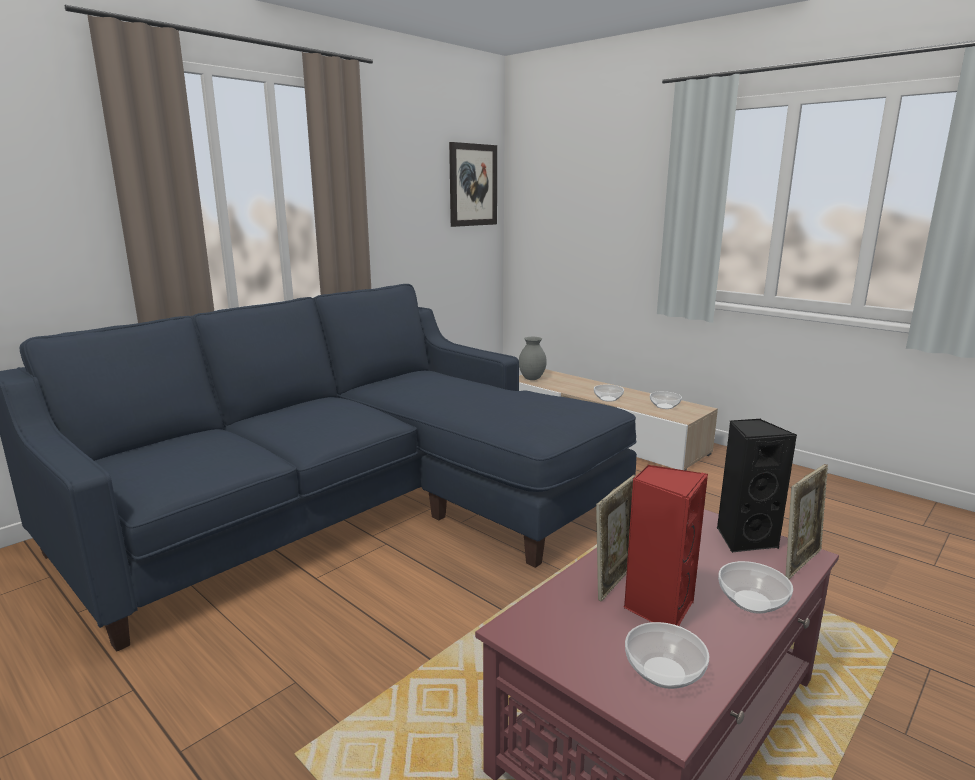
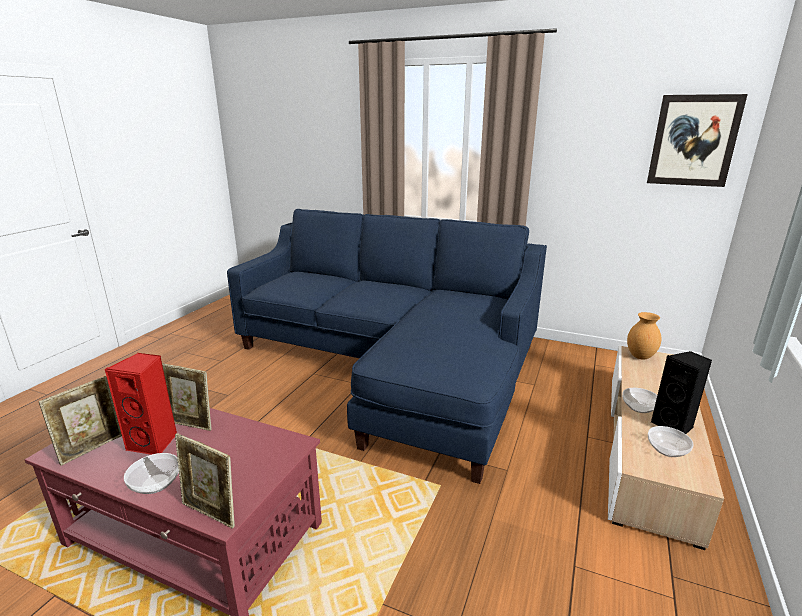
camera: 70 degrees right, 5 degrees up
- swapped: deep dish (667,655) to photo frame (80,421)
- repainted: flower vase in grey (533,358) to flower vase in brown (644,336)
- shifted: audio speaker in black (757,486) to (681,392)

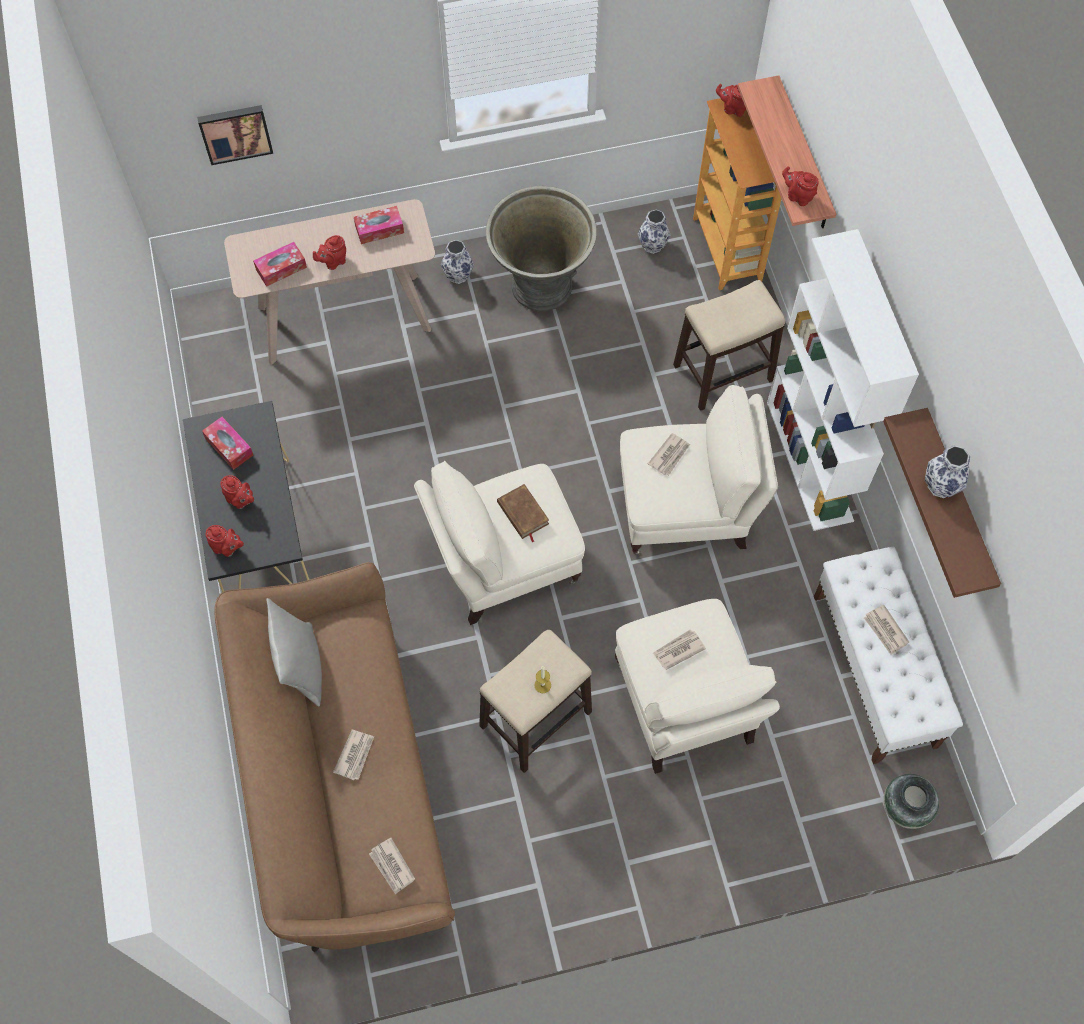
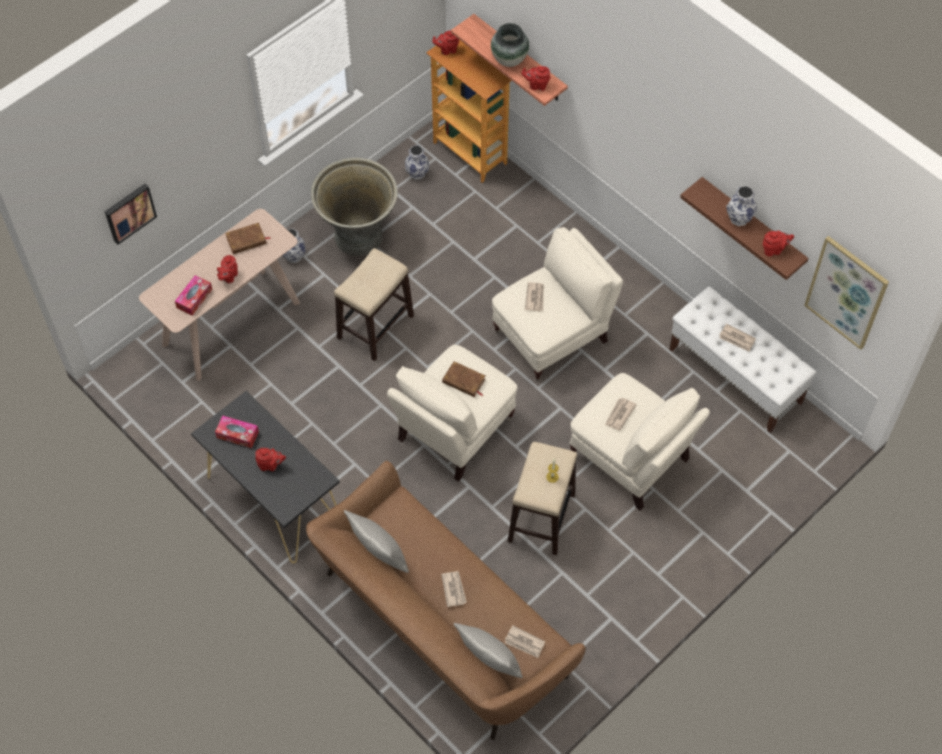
camera: 30 degrees left, 5 degrees down
- swapped: tissue box (379,225) to book in brown (248,238)
- shifted: sitting stool (729,345) to (374,304)
- new: pillow in grey (488,650)
- shifted: flower vase (911,801) to (510,45)
- shifted: teapot in reddish (225,541) to (778,243)
- new: wall art (846,293)
- gone: bookcase in white (843,380)

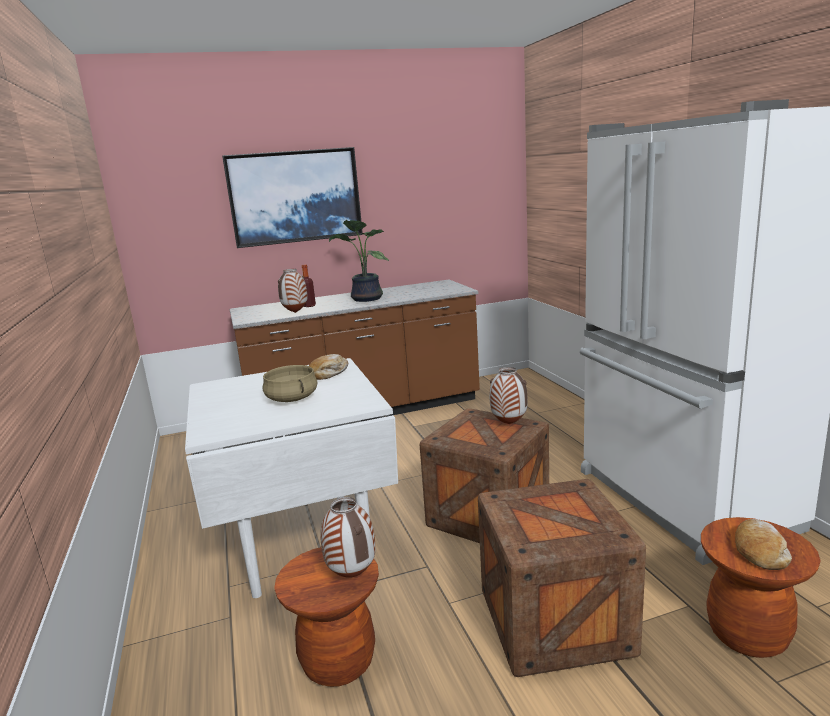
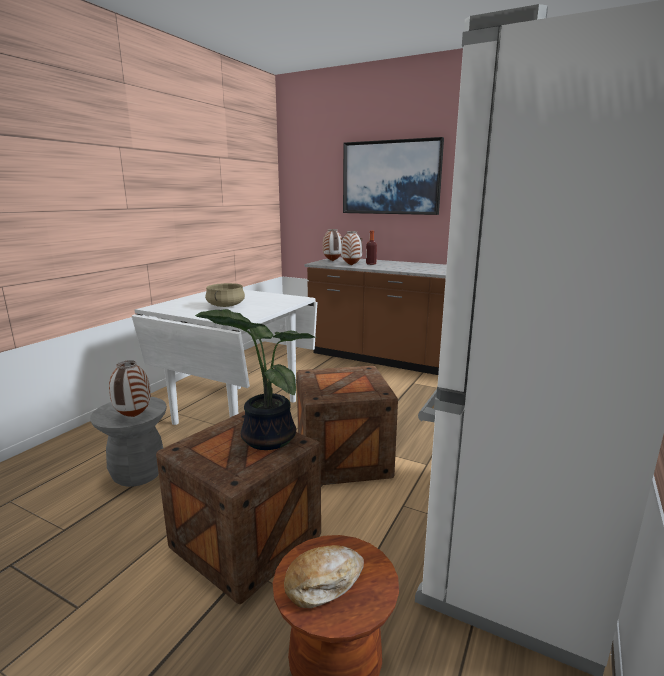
camera: 45 degrees right, 0 degrees up
- repainted: sitting stool in brown (326,617) to sitting stool in grey (128,442)
- shifted: potted plant (359,261) to (256,379)
- shifted: flower vase (508,395) to (332,245)
- gone: bread (328,367)

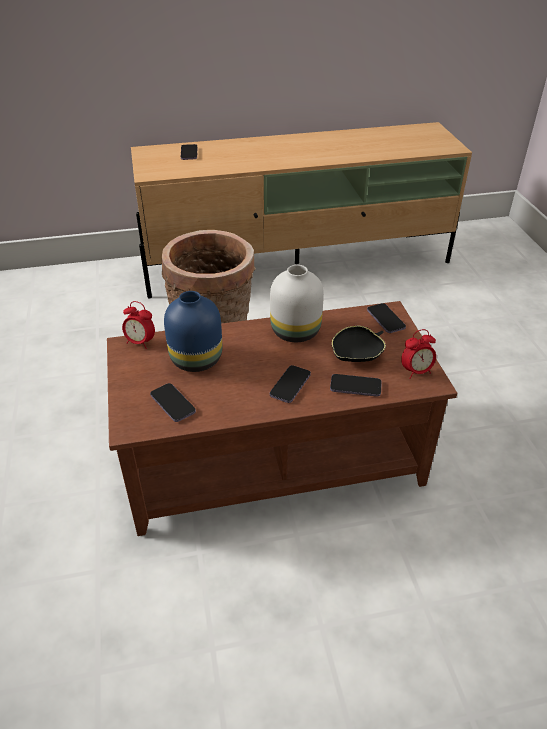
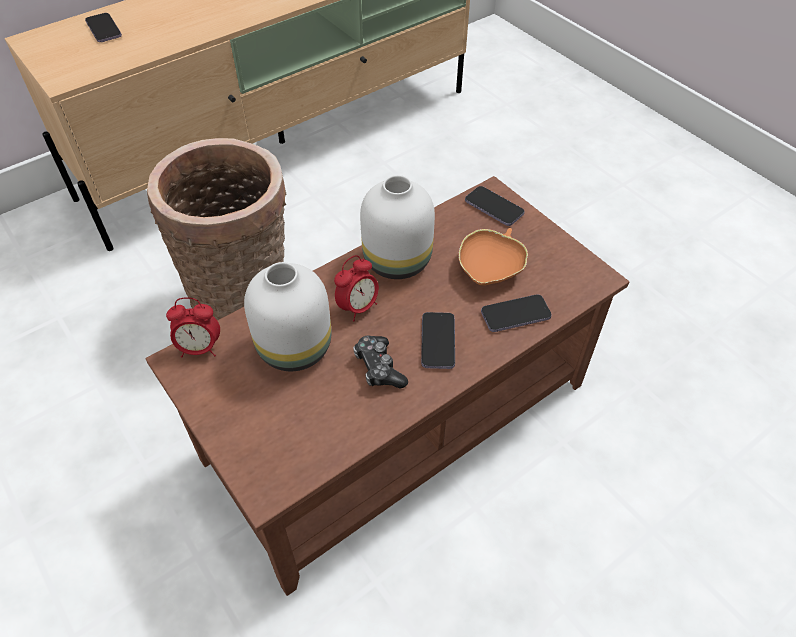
camera: 25 degrees left, 10 degrees up
- repainted: flower vase in bluish (193,331) to flower vase in white (288,316)
- shifted: bedside clock (418,354) to (356,288)
- new: gamepad (380,362)
- repainted: deep dish in black (359,343) to deep dish in orange (493,257)
- gone: telephone (173,402)

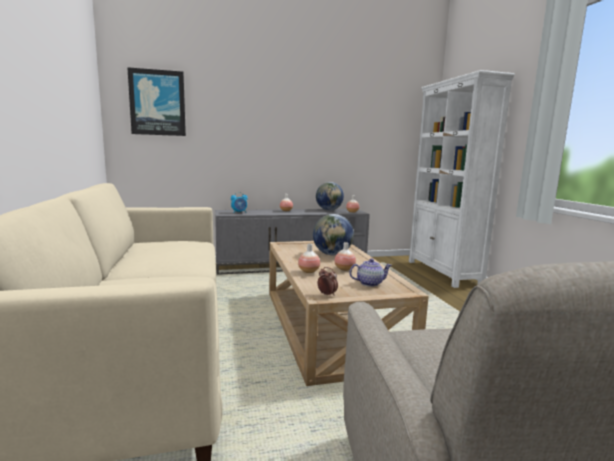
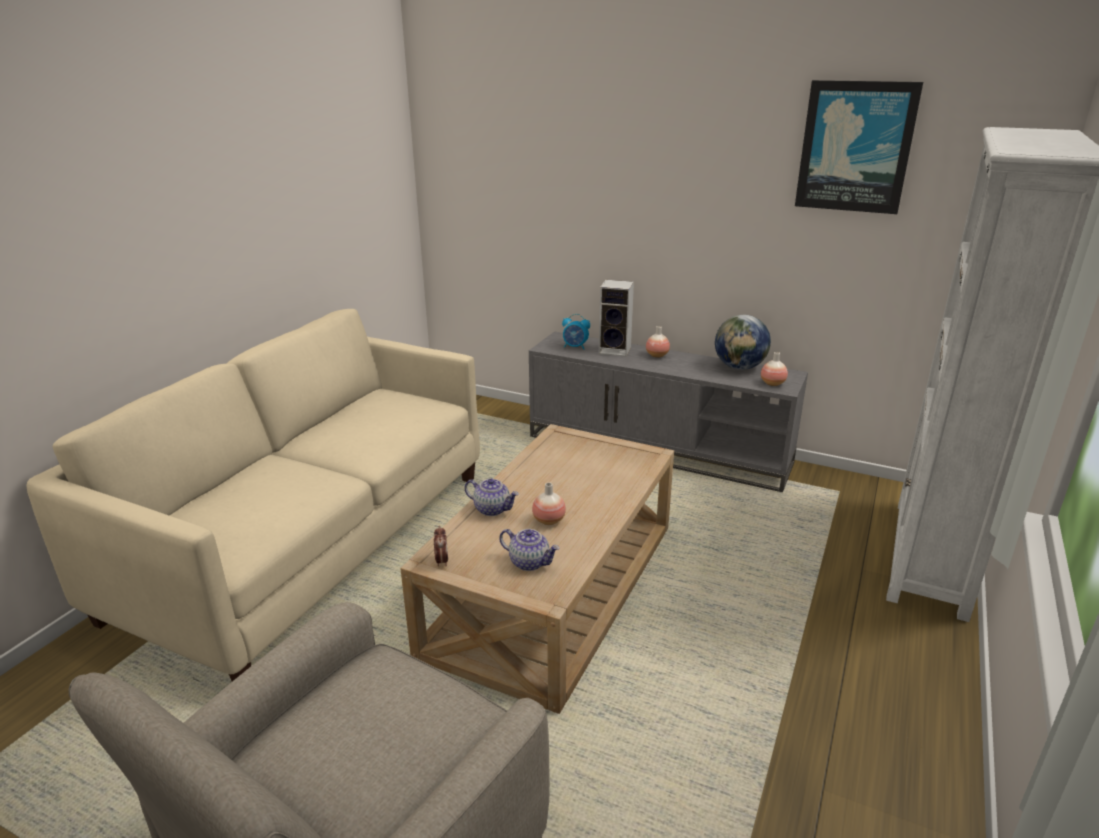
camera: 40 degrees right, 15 degrees up
- swapped: flower vase (309,258) to teapot (491,497)
- new: audio speaker (616,318)
- shifted: wall art (156,101) to (859,147)
- gone: globe (333,234)

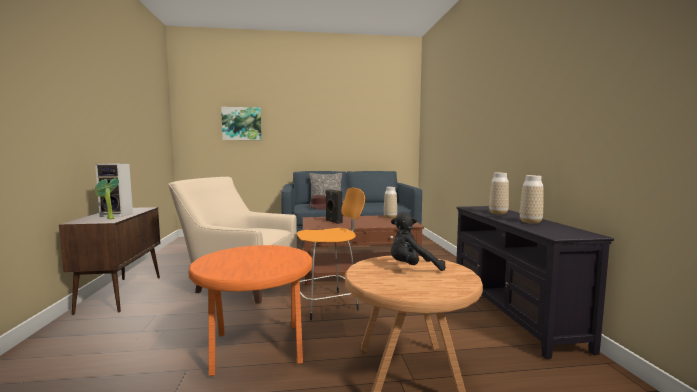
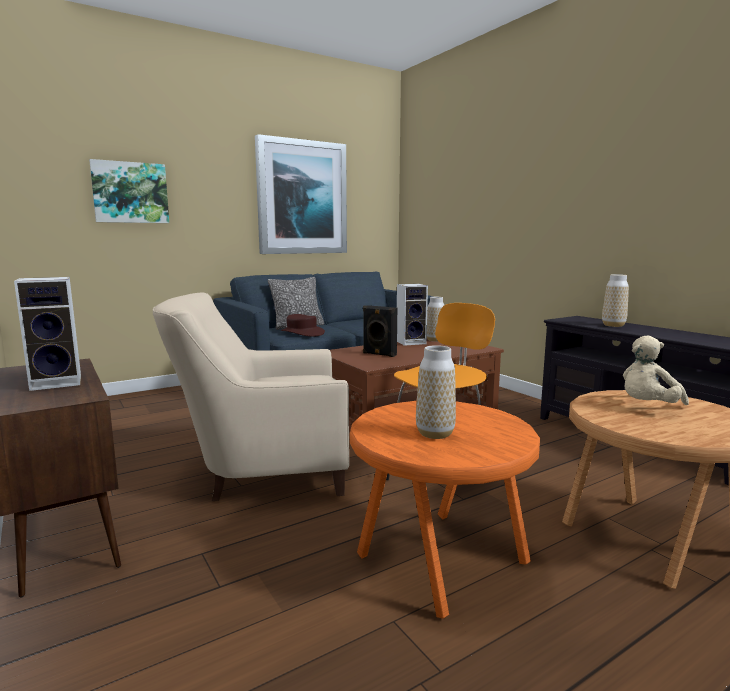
camera: 25 degrees left, 5 degrees up
- new: wall art (301,194)
- new: audio speaker (412,315)
- shifted: flower vase (532,199) to (436,392)
- repainted: cuddly toy in black (418,241) to cuddly toy in sand-coloured (656,370)
- gone: potted plant (107,198)

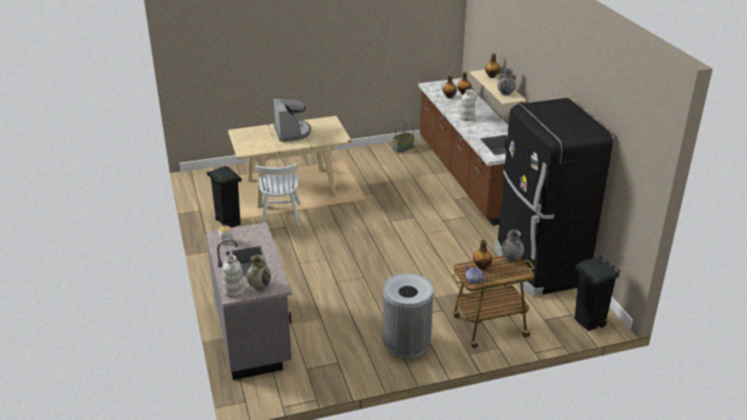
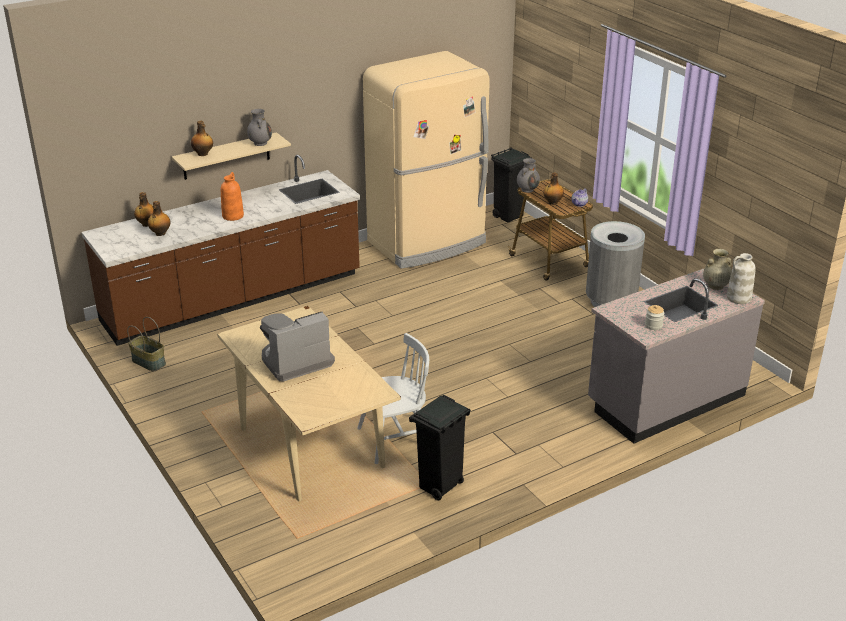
camera: 105 degrees left, 0 degrees up
- repainted: flower vase in white (468,105) to flower vase in orange (232,196)
- repainted: kitchen fridge in black (554,197) to kitchen fridge in sand-coloured (426,159)

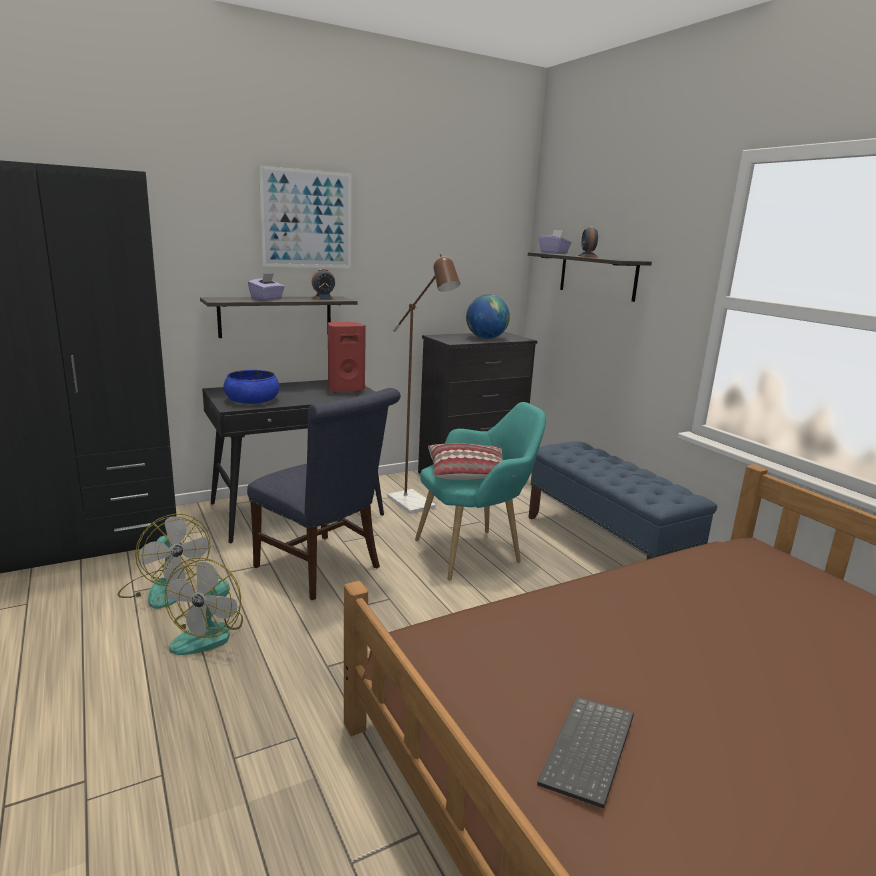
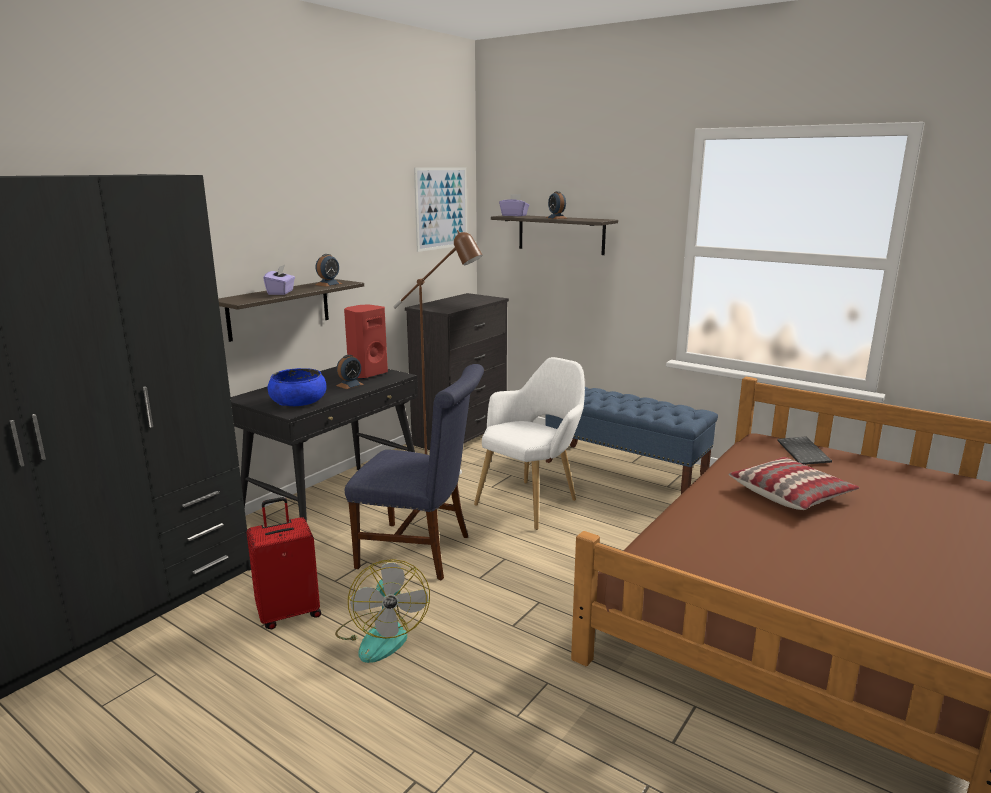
camera: 25 degrees left, 0 degrees up
- swapped: fan (163,561) to travel case in reddish (283,563)
- new: bedside clock (350,372)
- shifted: wall art (305,216) to (440,209)
- repainted: easy chair in turquoise (480,491) to easy chair in white (529,443)
- shifted: pillow (472,461) to (794,483)
- shifted: PC keyboard (585,752) to (804,450)
- gone: globe (488,316)

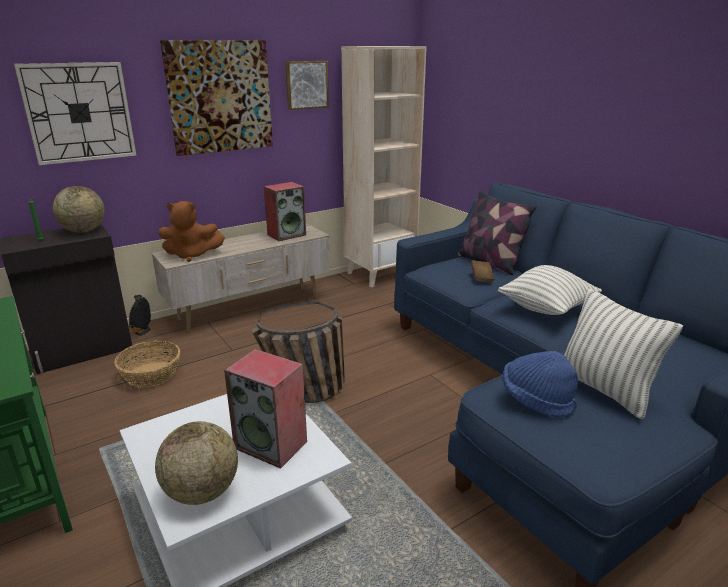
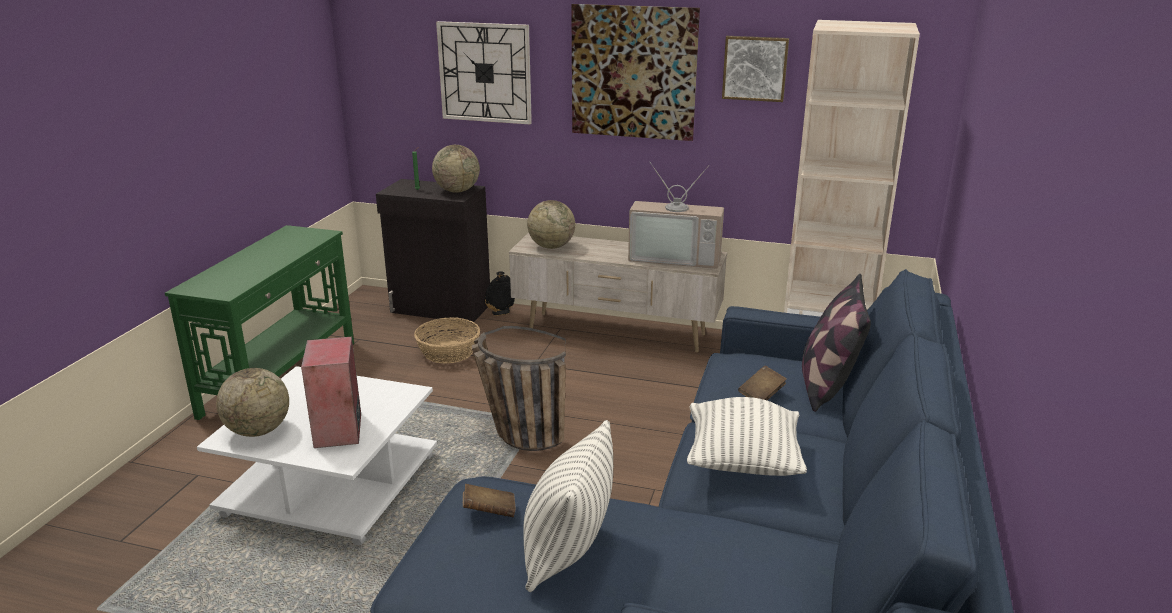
camera: 50 degrees right, 0 degrees up
- swapped: hat in bluish (540,384) to book in brown (489,500)
- swapped: cuddly toy in brown (191,231) to globe (551,224)
- swapped: audio speaker (285,211) to television (676,215)

